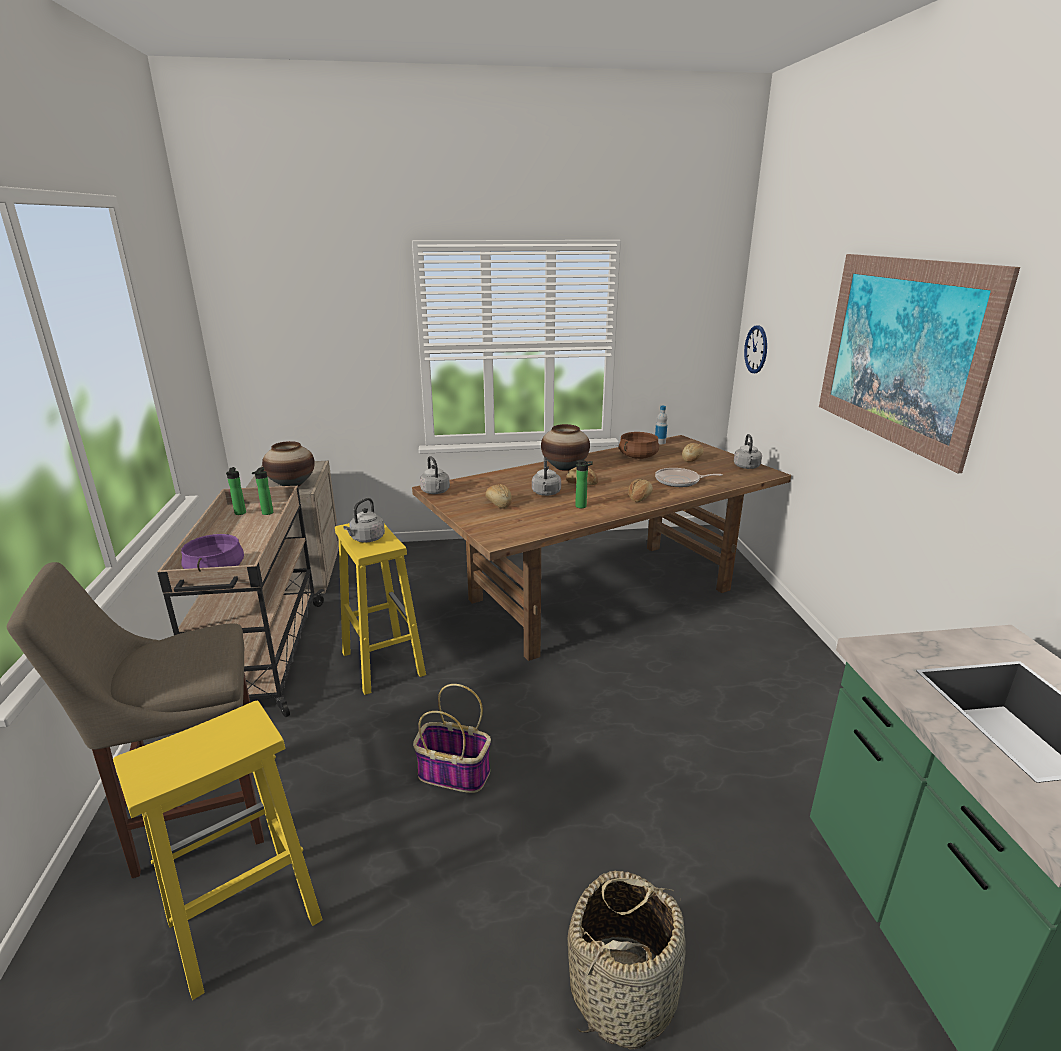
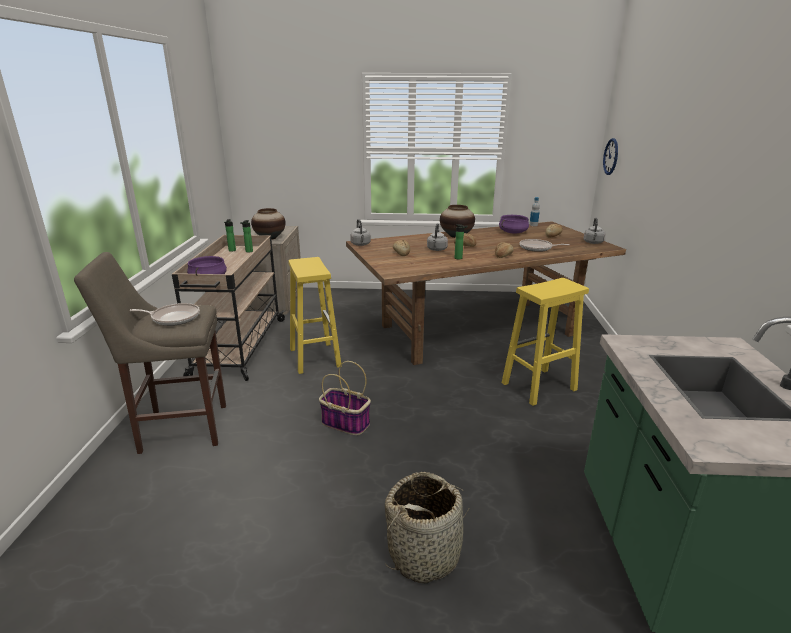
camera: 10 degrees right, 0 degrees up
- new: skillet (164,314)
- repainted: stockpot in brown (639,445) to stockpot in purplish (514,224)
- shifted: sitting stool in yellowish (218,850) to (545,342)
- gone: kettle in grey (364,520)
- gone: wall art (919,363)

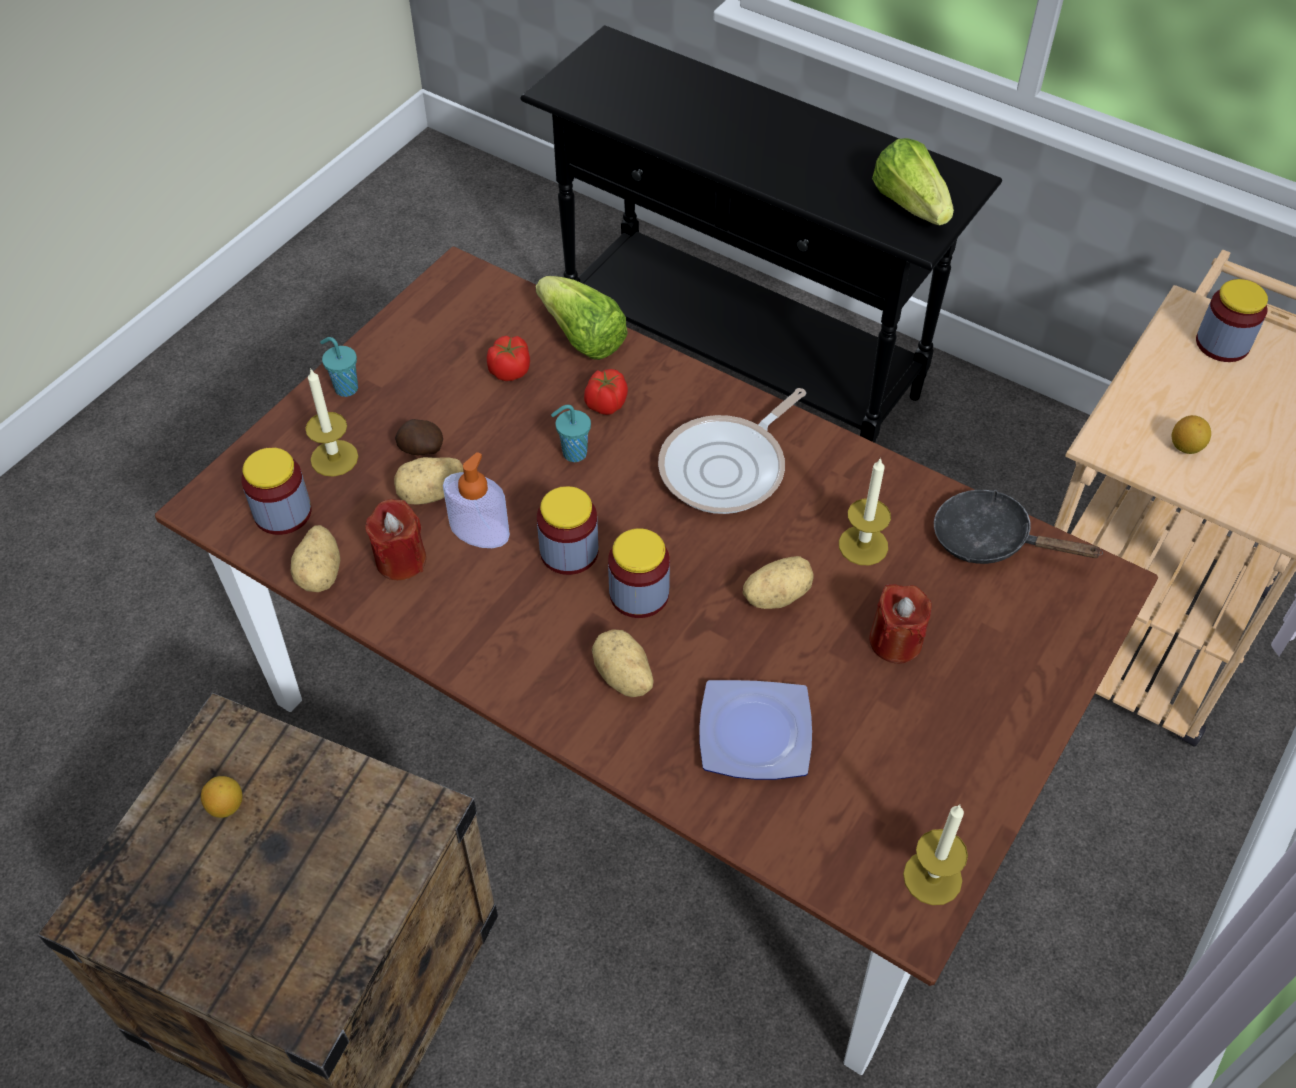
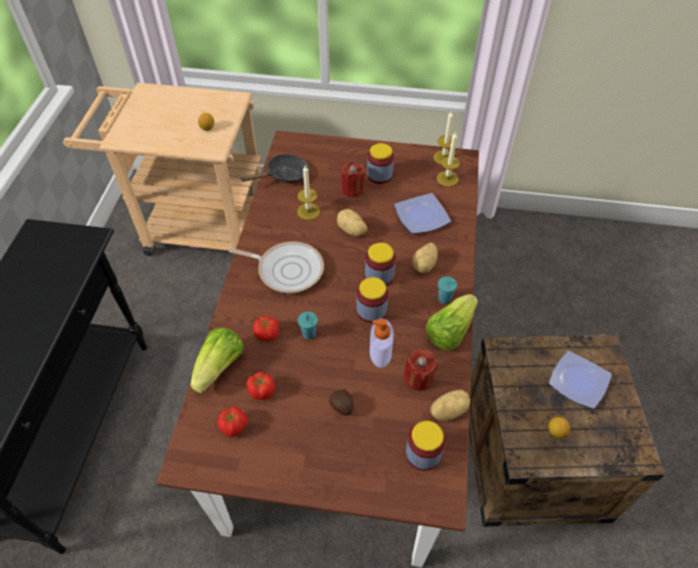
camera: 115 degrees left, 0 degrees up
- new: fresh tomato (233,421)
- rotated: skillet in black (1018,527) = (274,168) 120 degrees counterclockwise
- shifted: preserve jar (1232,320) to (380,163)
- shifted: lettuce head (913,181) to (451,322)
- shifted: wax candle (332,422) to (448,158)
- shifted: cup in turquoise (339,367) to (447,290)
- new: flat dish (580,380)
- gone: spud (428,481)

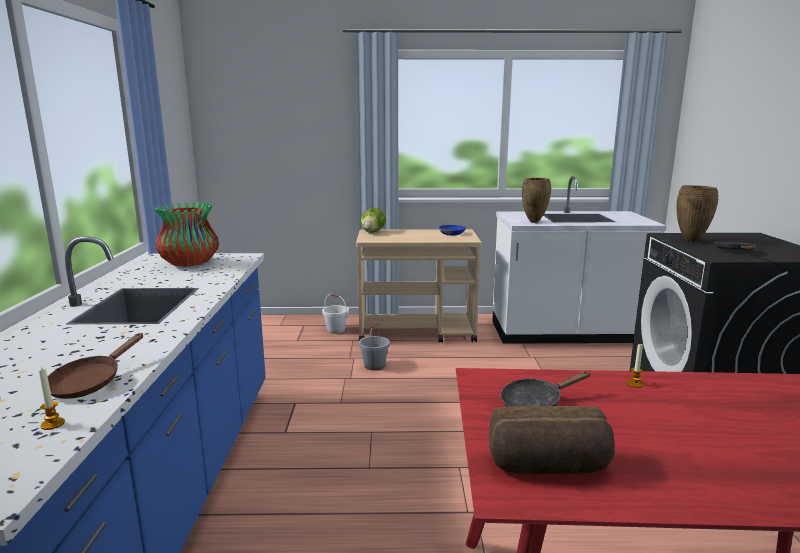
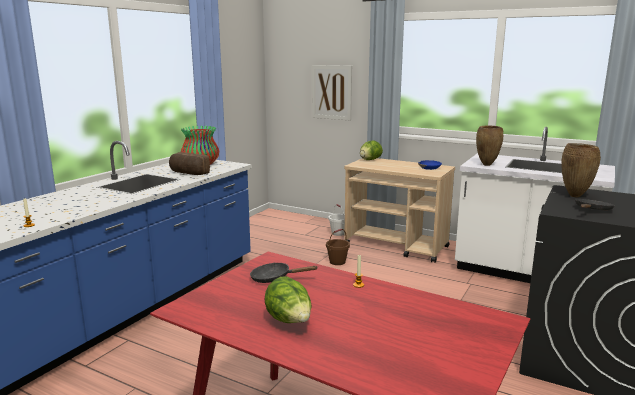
camera: 30 degrees right, 0 degrees up
- shifted: bread (552,440) to (189,163)
- new: lettuce head (288,299)
- new: wall art (332,92)
- repainted: water bucket in grey (374,346) to water bucket in brown (338,247)
- gone: skillet in brown (95,366)

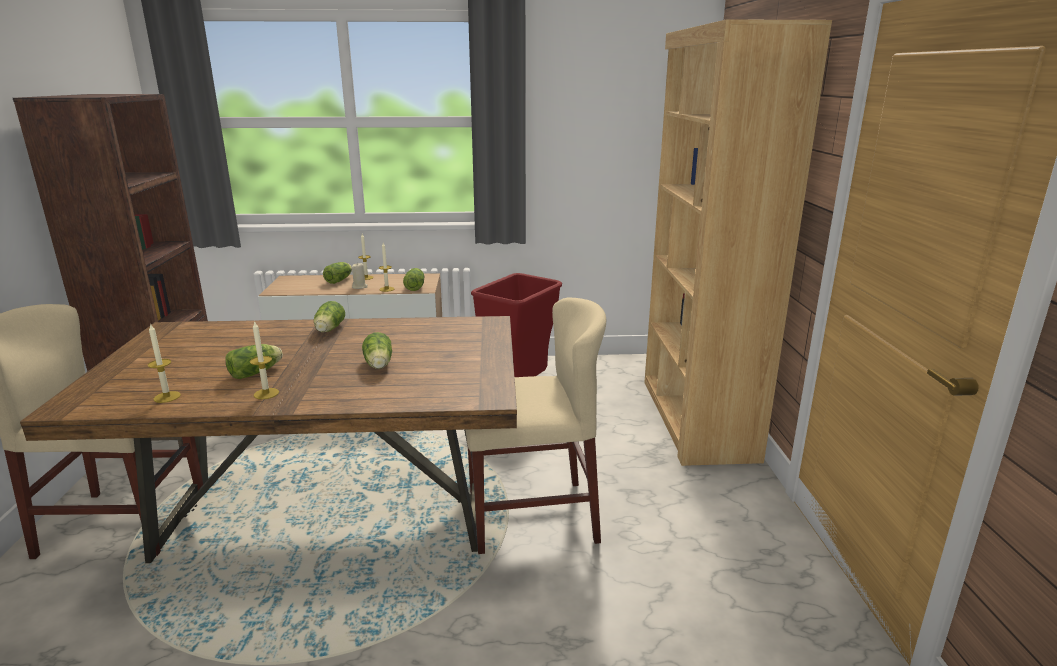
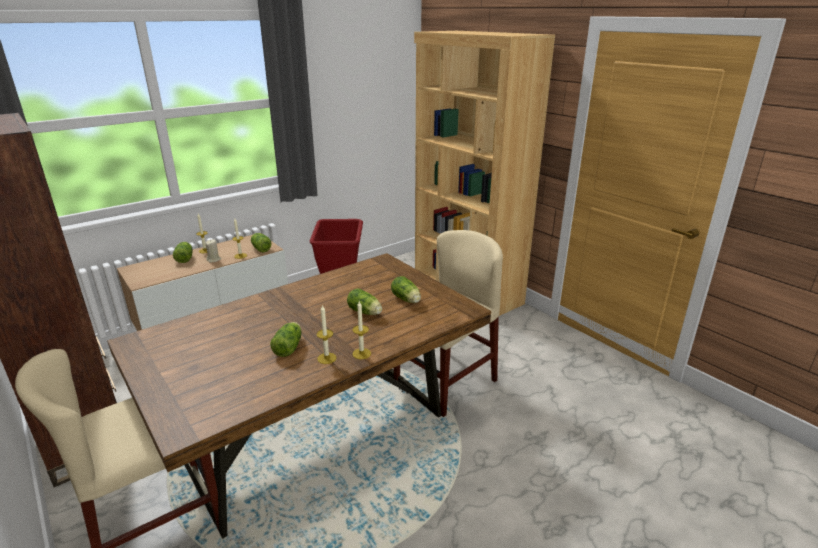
camera: 35 degrees left, 5 degrees up
- shifted: wax candle (164,363) to (361,330)
- shifted: lettuce head (329,316) to (406,289)

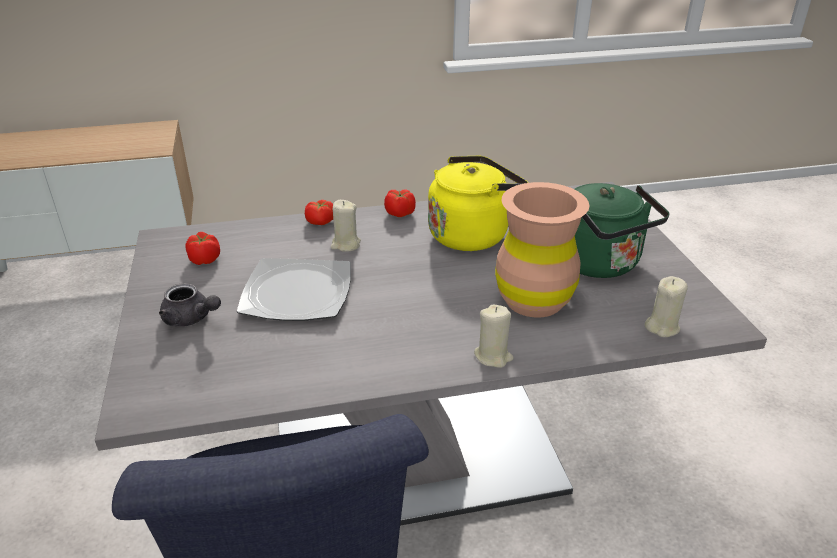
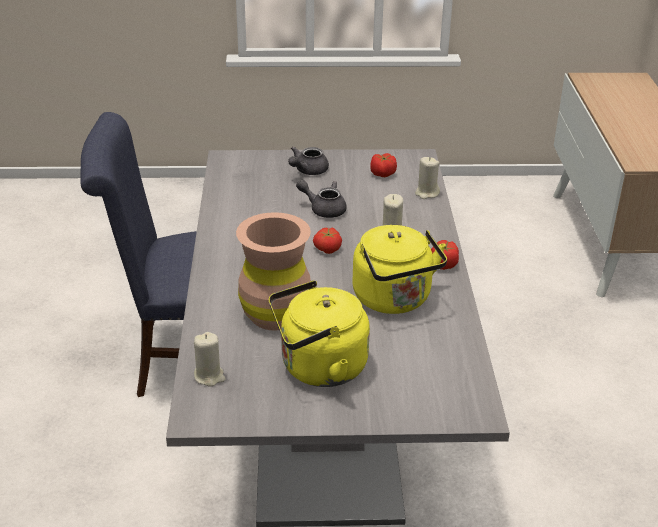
camera: 100 degrees right, 0 degrees up
- repainted: kettle in green-coloured (621,230) to kettle in yellowish (319,333)
- swapped: flat dish (294,289) to teapot in grey (321,198)
- shifted: fresh tomato (319,212) to (327,241)
- shifted: wax candle in sand-coloured (494,336) to (427,178)

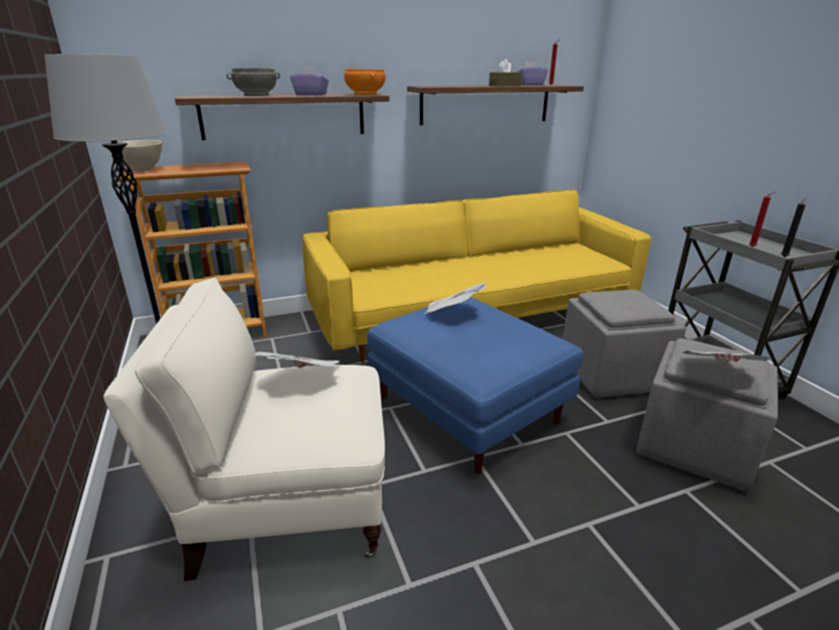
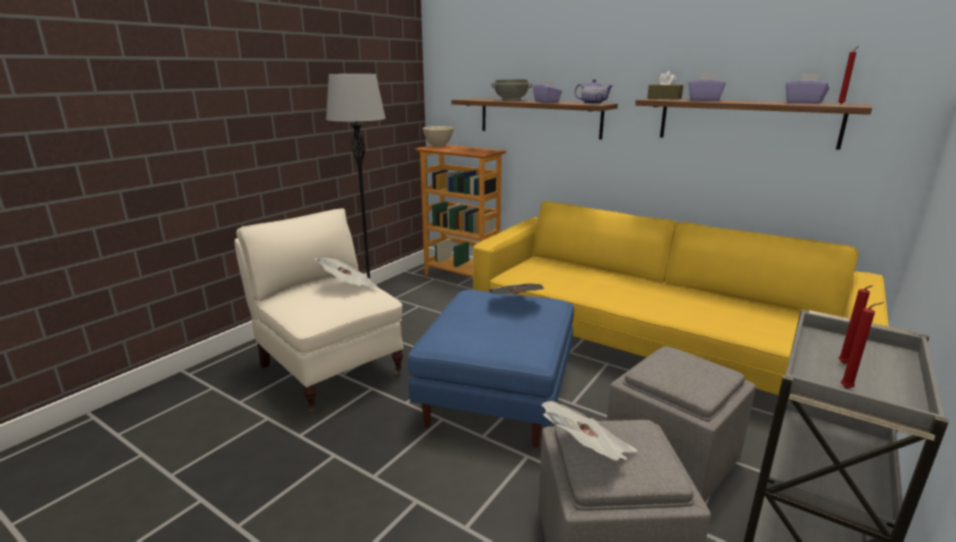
camera: 55 degrees right, 5 degrees down
- swapped: deep dish in orange (364,82) to teapot (594,91)
- shifted: tissue box in brown (505,72) to (665,85)
- new: tissue box in purplish (707,87)
- repainted: wax candle in black (794,227) to wax candle in reddish (862,345)

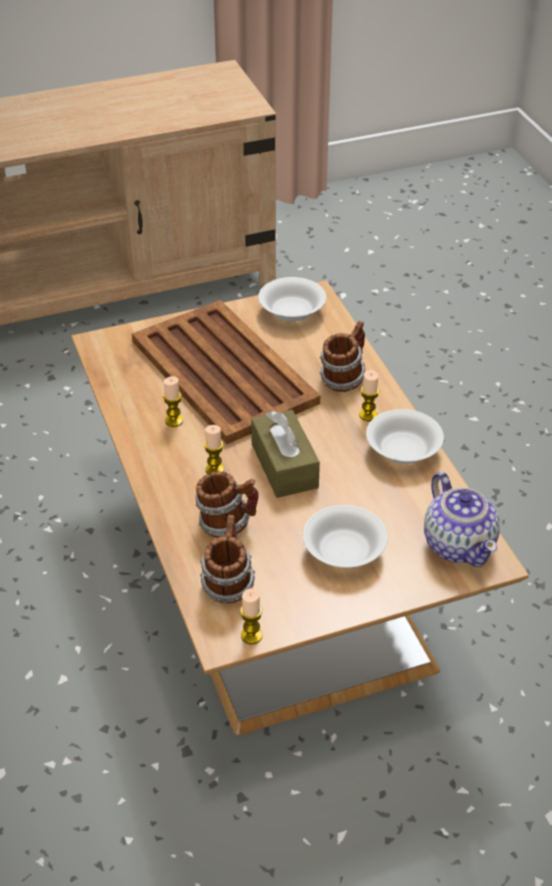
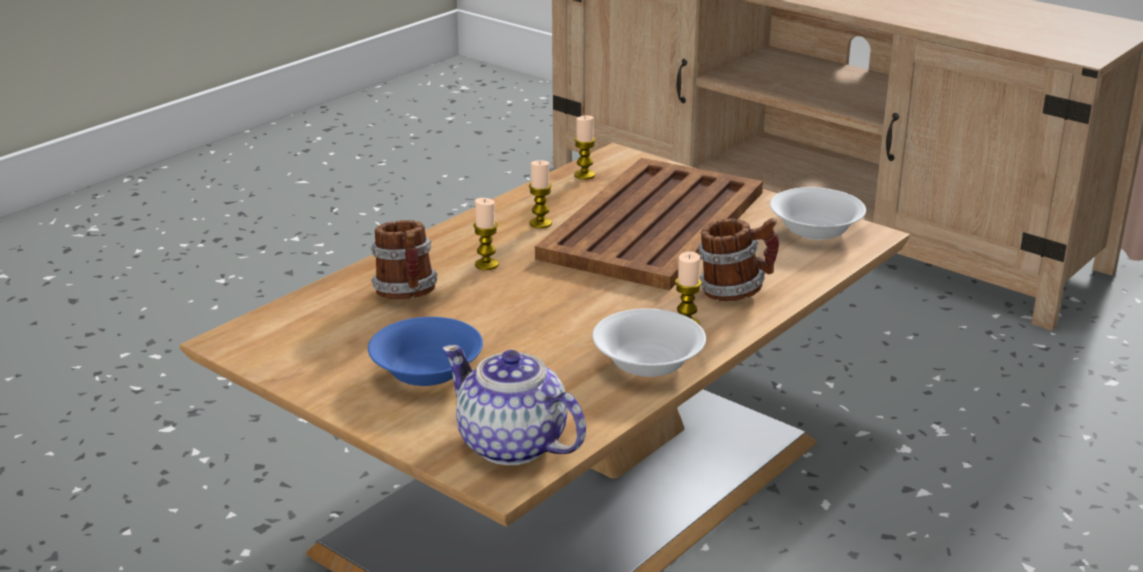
camera: 60 degrees right, 15 degrees down
- repainted: deep dish in white (345,536) to deep dish in bluish (425,351)
- rotated: teapot (462,519) = (514,405) 90 degrees clockwise
- shifted: wax candle (251,616) to (585,148)
- gone: mug (227,559)
- gone: tissue box in brown (285,453)

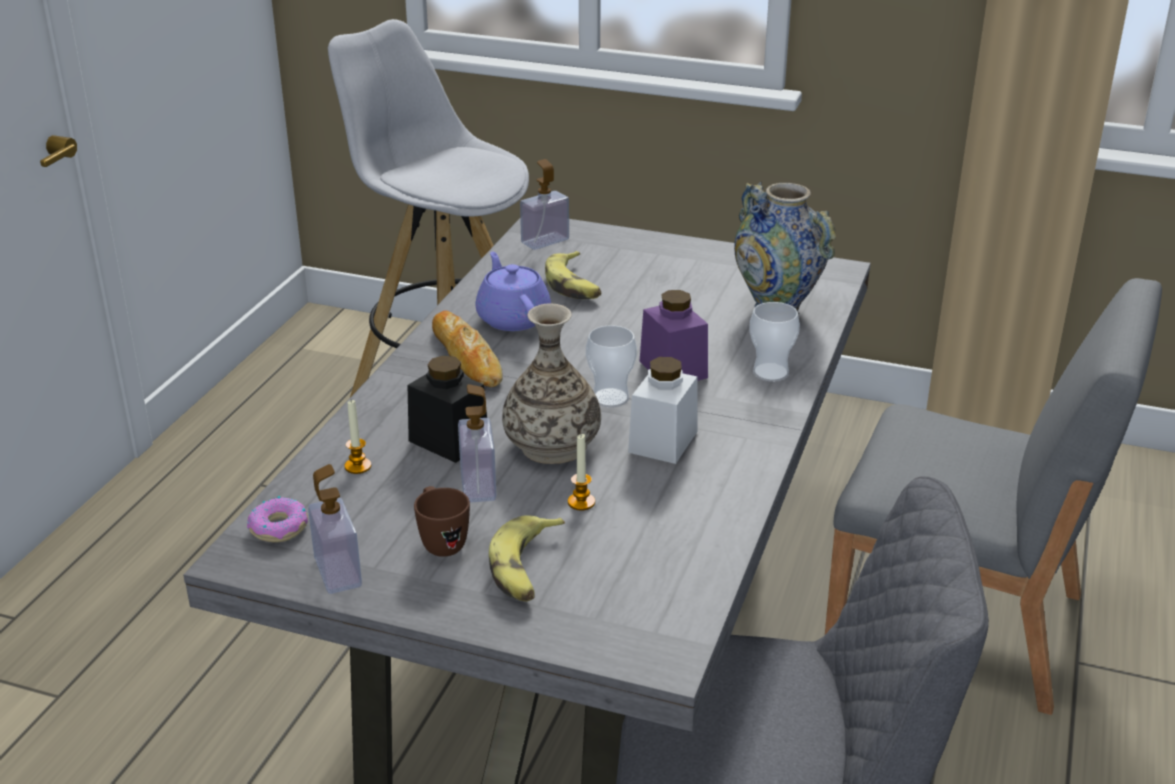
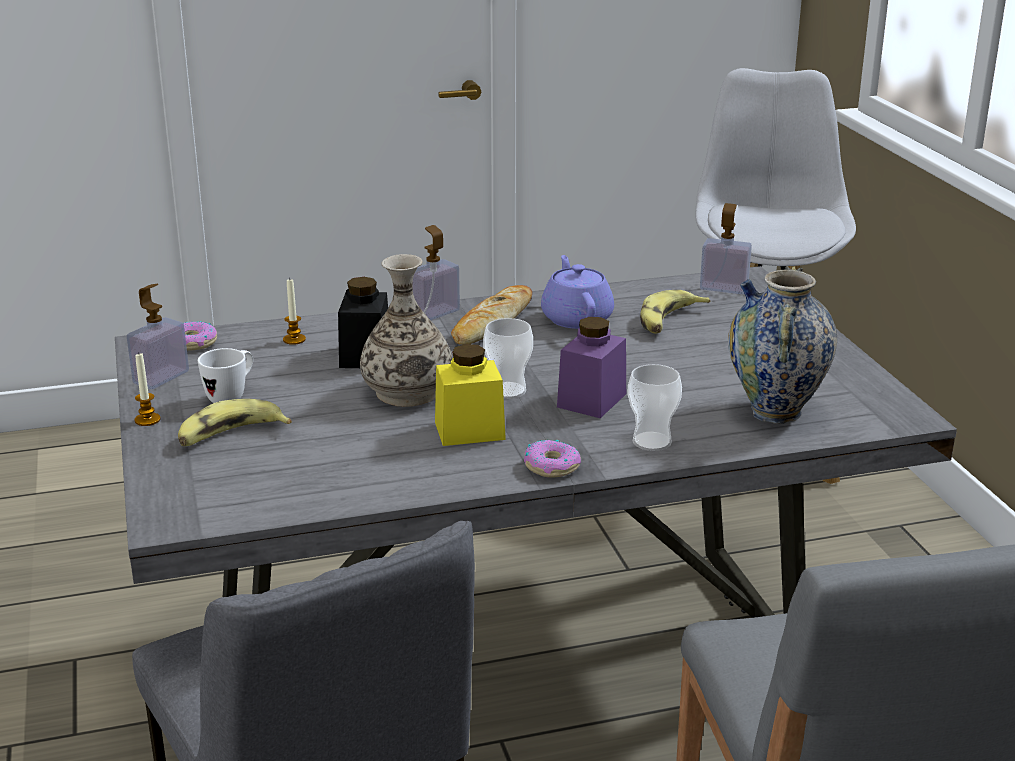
camera: 55 degrees right, 5 degrees down
- shifted: wax candle (581,472) to (148,389)
- repainted: mug in brown (442,521) to mug in white (225,375)
- shifted: liquid soap bottle (477,443) to (436,272)
- repainted: preserve jar in white (663,410) to preserve jar in yellowish (470,395)
- new: doughnut (552,459)
- rotated: teapot in purplish (513,291) = (577,292) 45 degrees counterclockwise

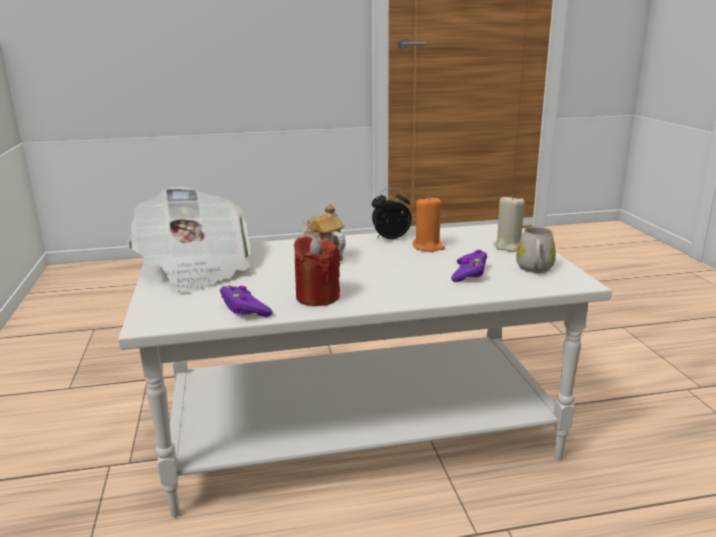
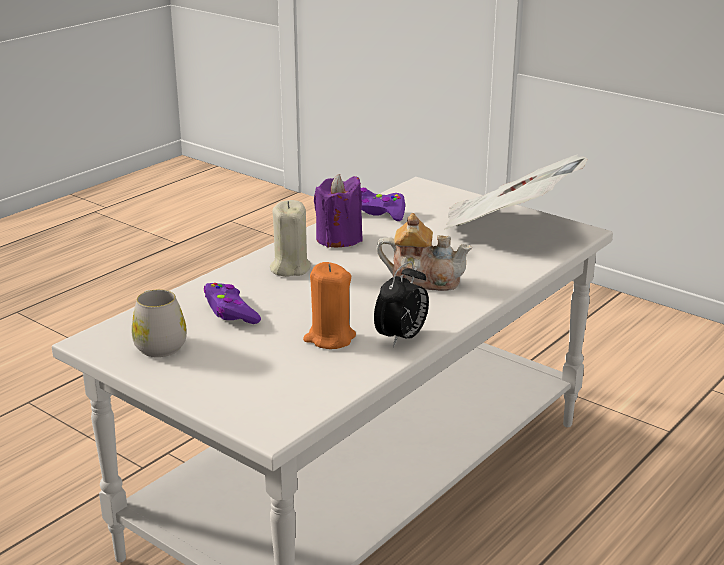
camera: 140 degrees right, 5 degrees up
- shifted: wax candle in sand-coloured (508,223) to (290,238)
- repainted: wax candle in reddish (317,271) to wax candle in purplish (338,211)

